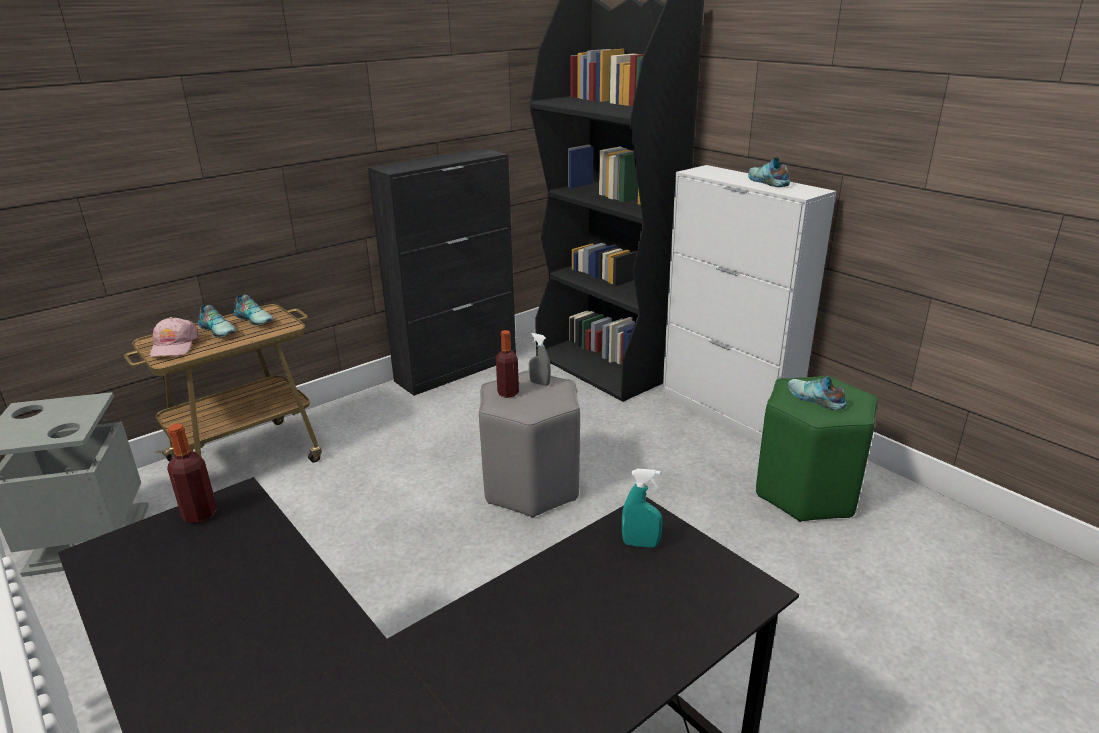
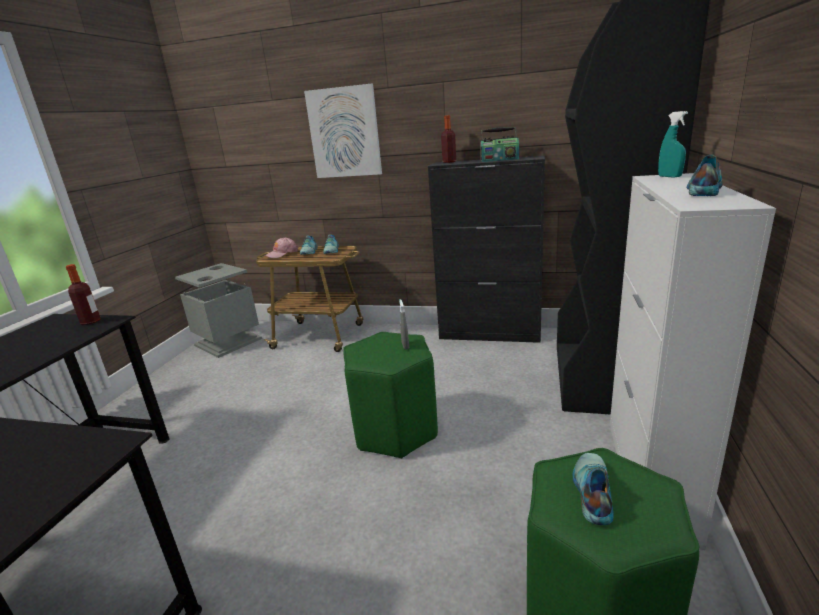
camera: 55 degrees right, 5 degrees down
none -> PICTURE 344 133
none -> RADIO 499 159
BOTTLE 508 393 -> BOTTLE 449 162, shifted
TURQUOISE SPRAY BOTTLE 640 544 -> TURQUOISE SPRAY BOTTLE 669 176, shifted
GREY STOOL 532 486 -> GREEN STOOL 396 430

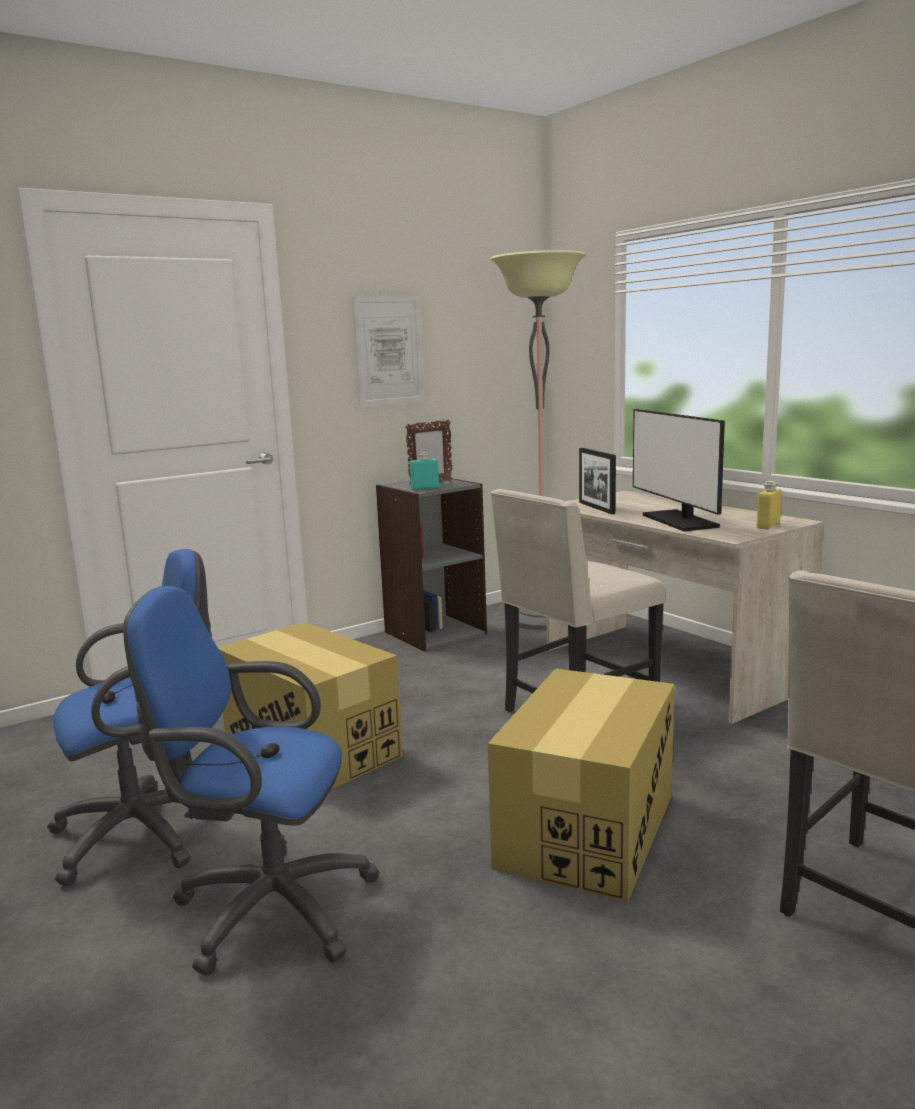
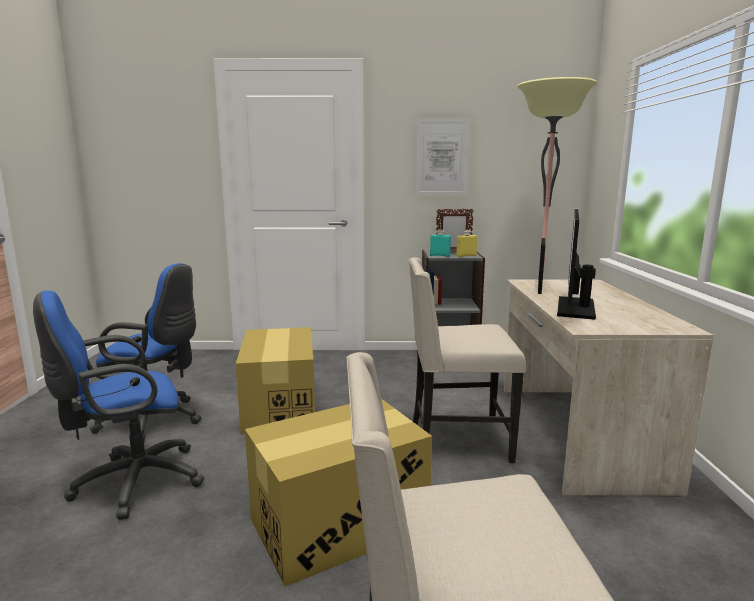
camera: 35 degrees right, 0 degrees up
YELLOW BOTTLE 768 526 -> YELLOW BOTTLE 466 256, shifted
BLUE OFFICE CHAIR 264 908 -> BLUE OFFICE CHAIR 131 483, 75 degrees counterclockwise

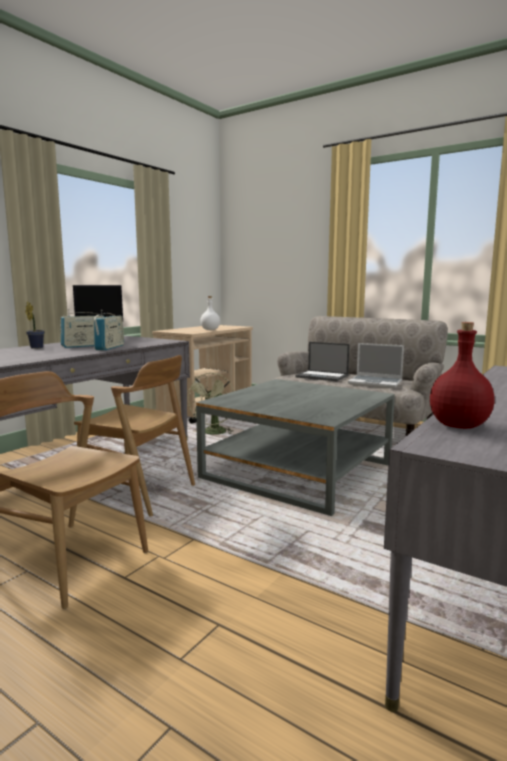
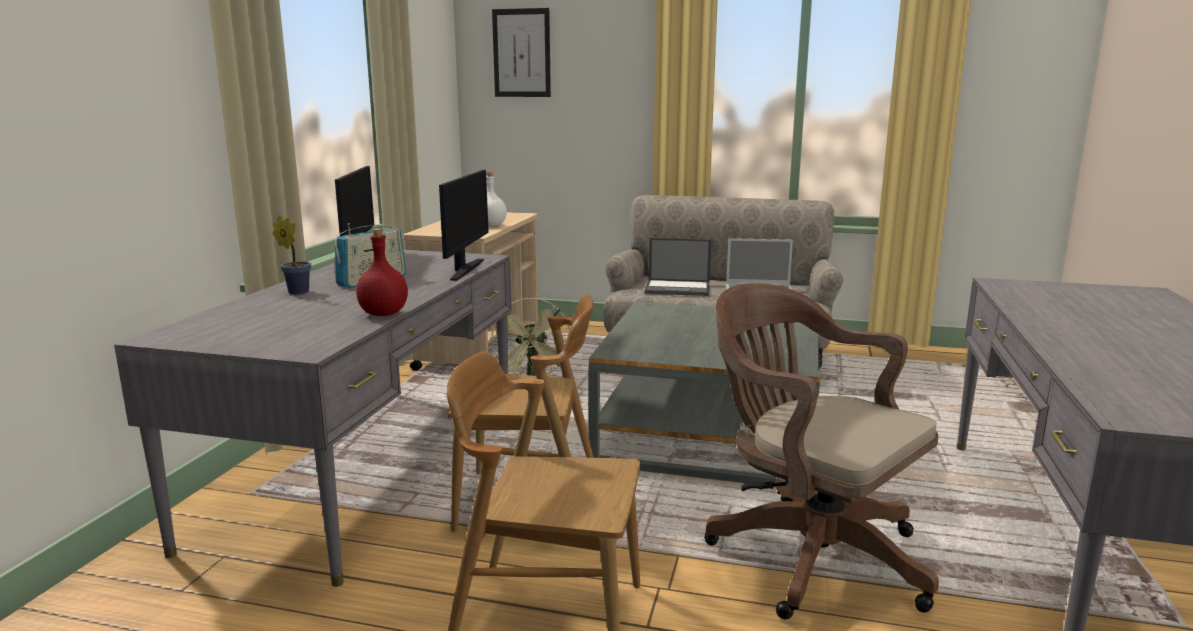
camera: 20 degrees left, 5 degrees up
RADIO 110 347 -> none
none -> MONITOR 465 269
none -> PICTURE 521 53
none -> BROWN OFFICE CHAIR 808 553
RED BOTTLE 458 426 -> RED BOTTLE 383 314, shifted

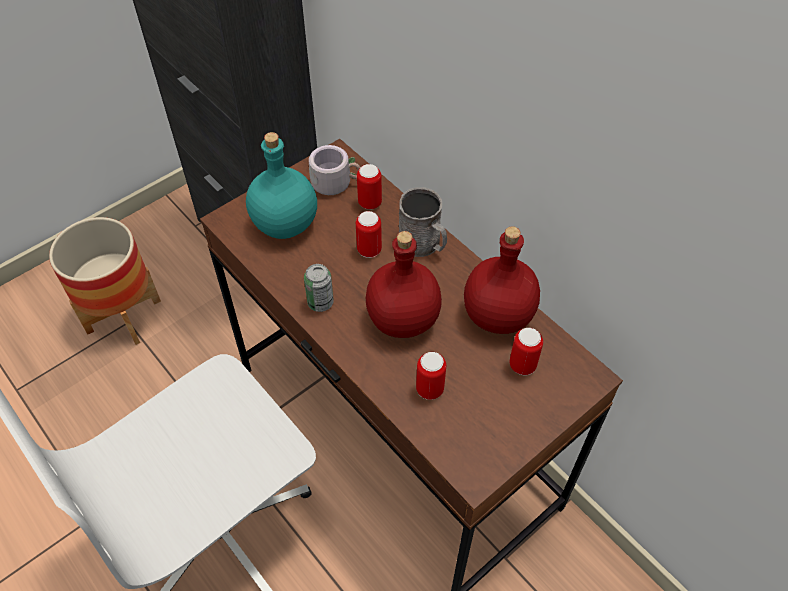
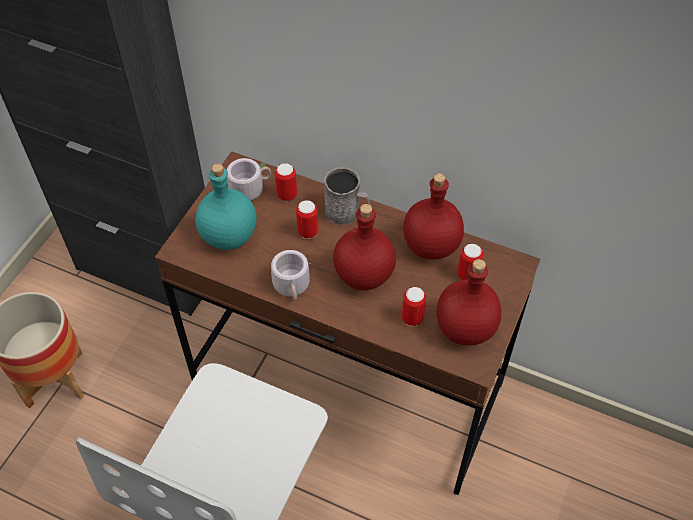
camera: 25 degrees left, 0 degrees up
none -> RED BOTTLE 466 328
CAN 320 302 -> GREY MUG 294 286

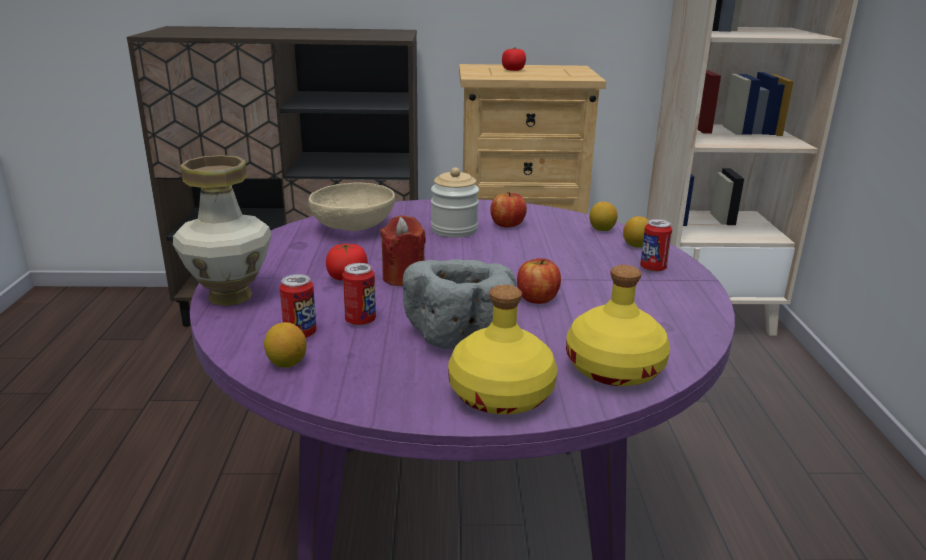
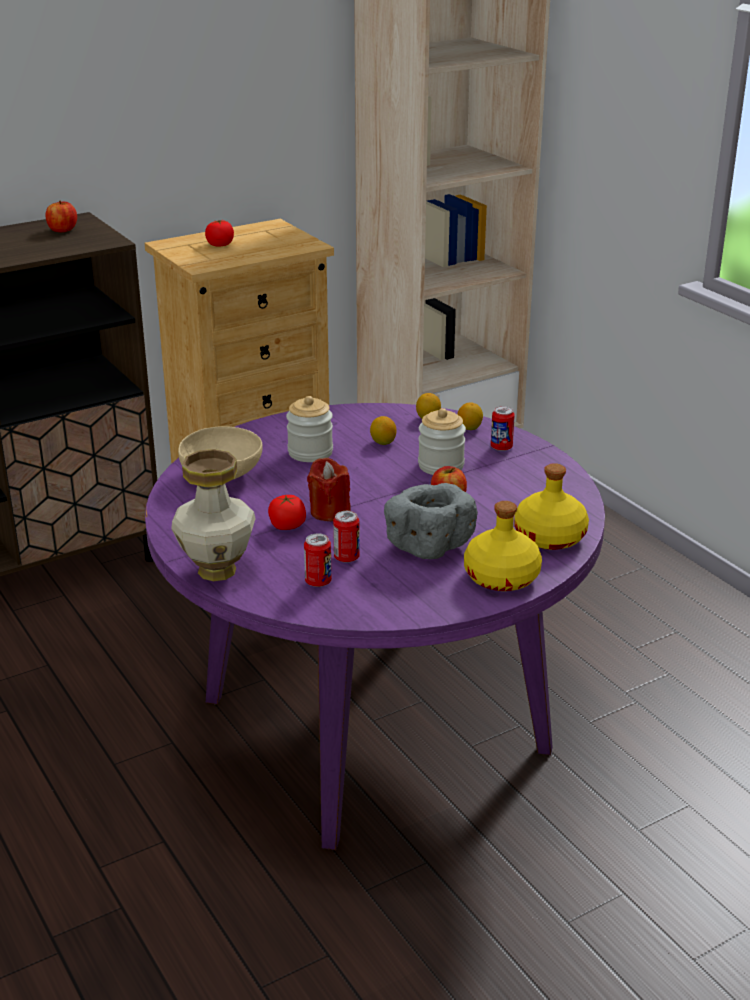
camera: 30 degrees left, 5 degrees up
none -> JAR 441 466
LEMON 286 363 -> LEMON 383 442, shifted
APPLE 507 224 -> APPLE 62 230, shifted

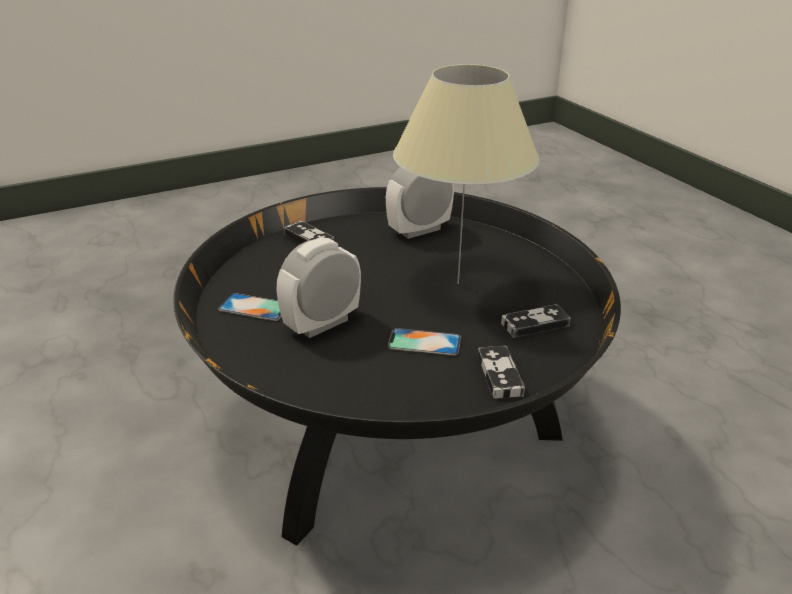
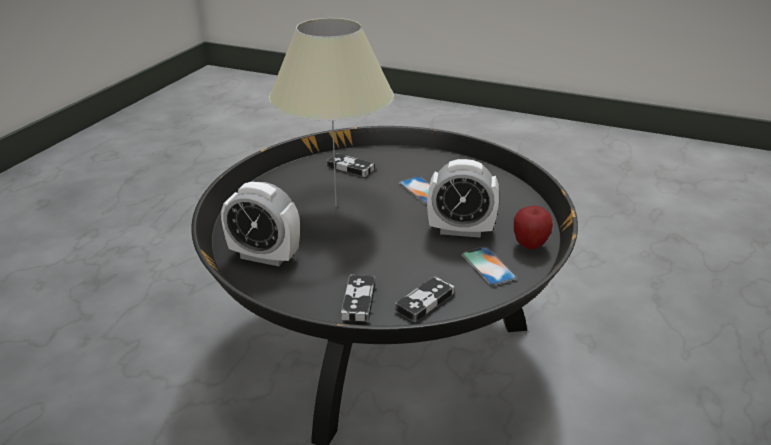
camera: 130 degrees left, 0 degrees up
none -> APPLE 529 245
GAME CONTROLLER 499 375 -> GAME CONTROLLER 425 301, shifted

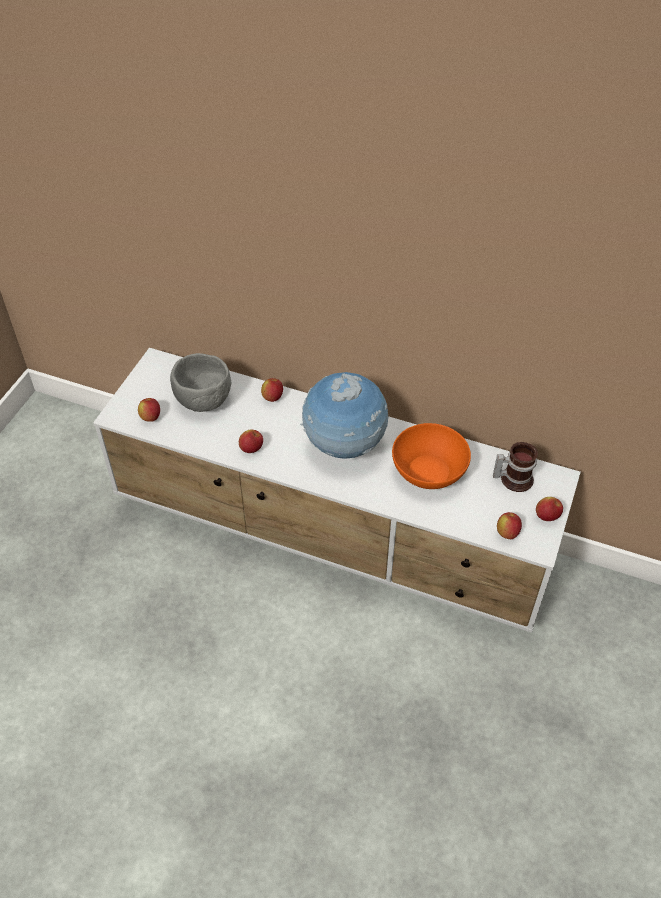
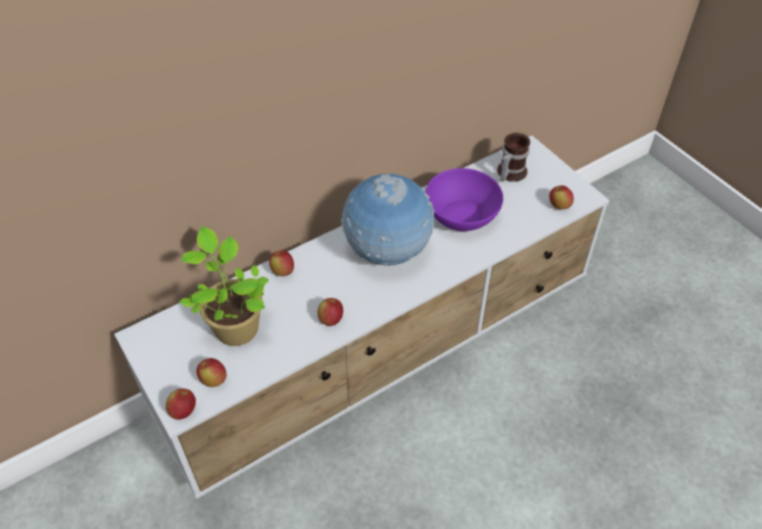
camera: 55 degrees left, 0 degrees up
APPLE 547 516 -> APPLE 183 411, shifted
GREY BOWL 203 401 -> POTTED PLANT 235 326
ORANGE BOWL 429 471 -> PURPLE BOWL 461 215

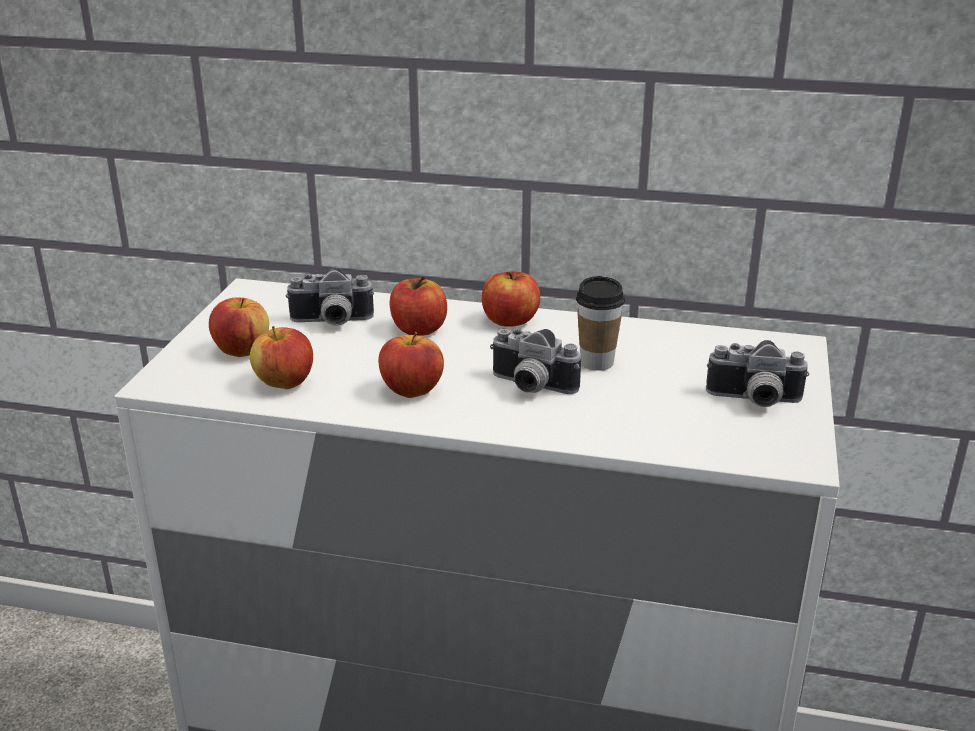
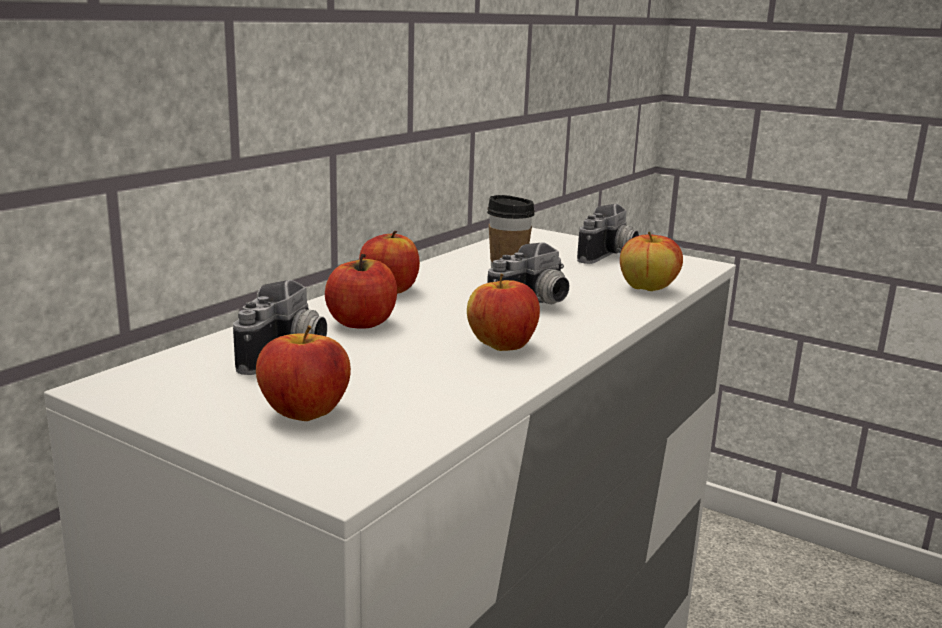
camera: 70 degrees left, 10 degrees down
APPLE 284 383 -> APPLE 648 289, shifted

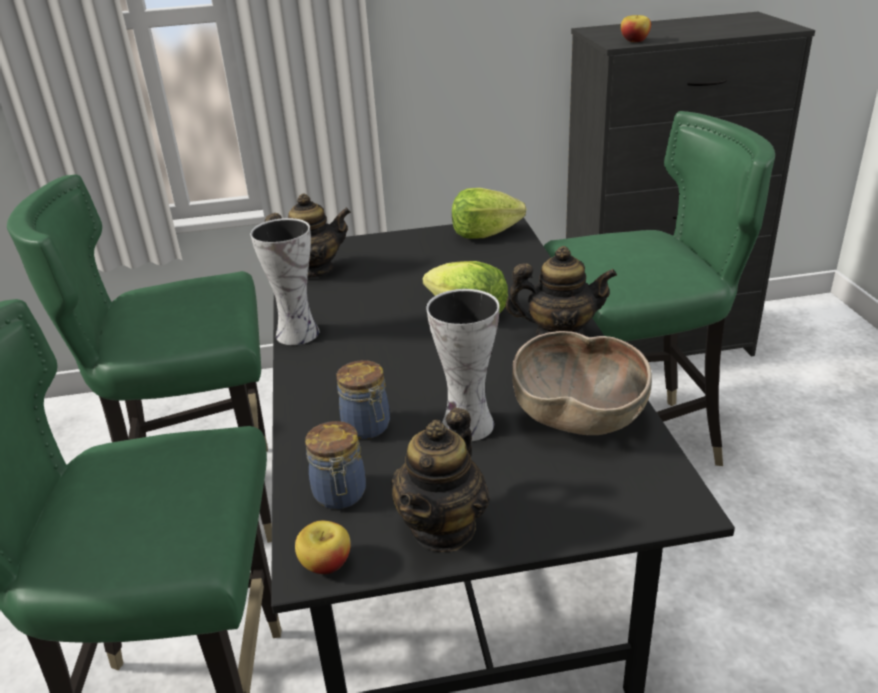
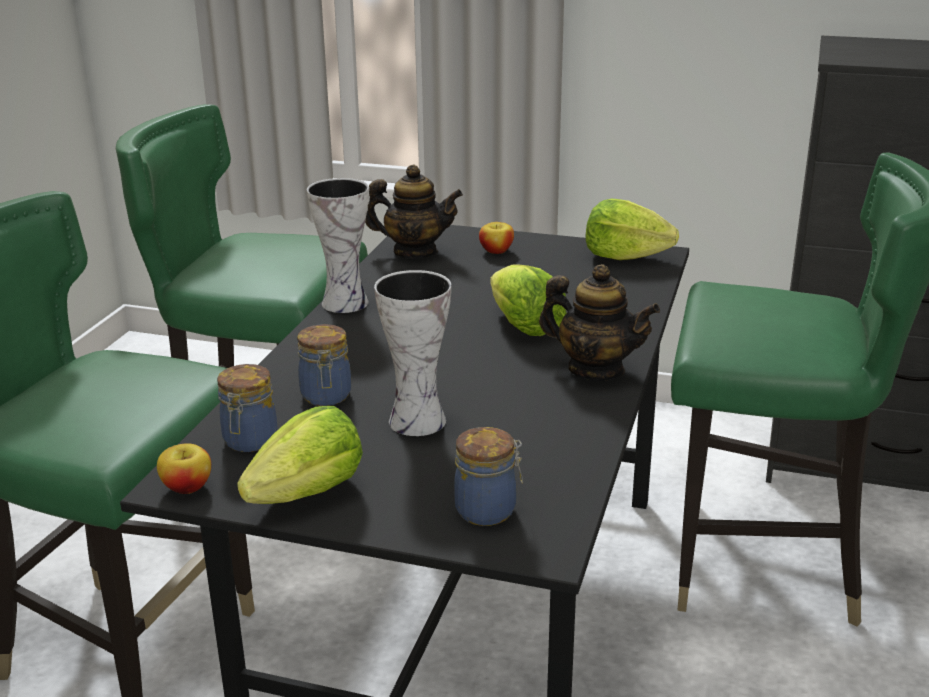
camera: 25 degrees right, 5 degrees down
BROWN BOWL 579 416 -> none
none -> JAR 488 510
APPLE 634 41 -> APPLE 496 251, shifted
TEAPOT 443 527 -> LETTUCE 308 493

